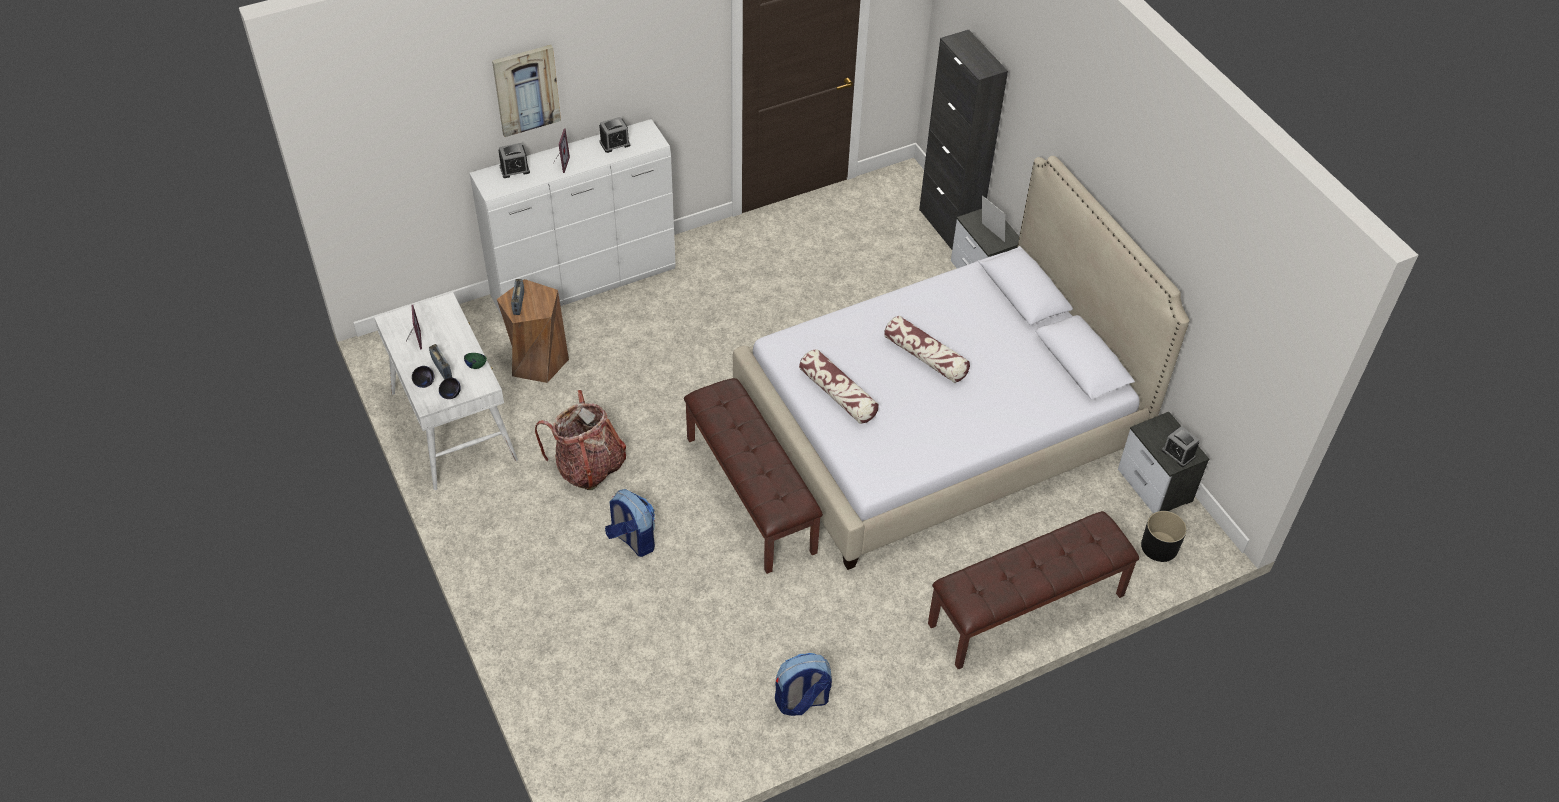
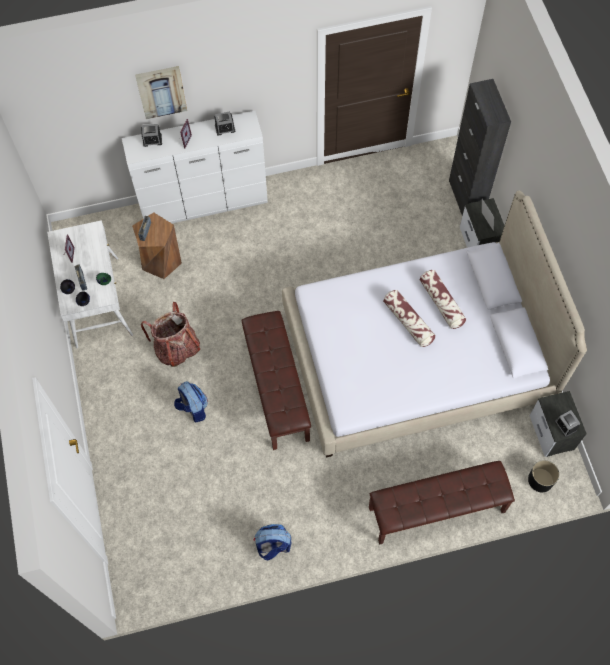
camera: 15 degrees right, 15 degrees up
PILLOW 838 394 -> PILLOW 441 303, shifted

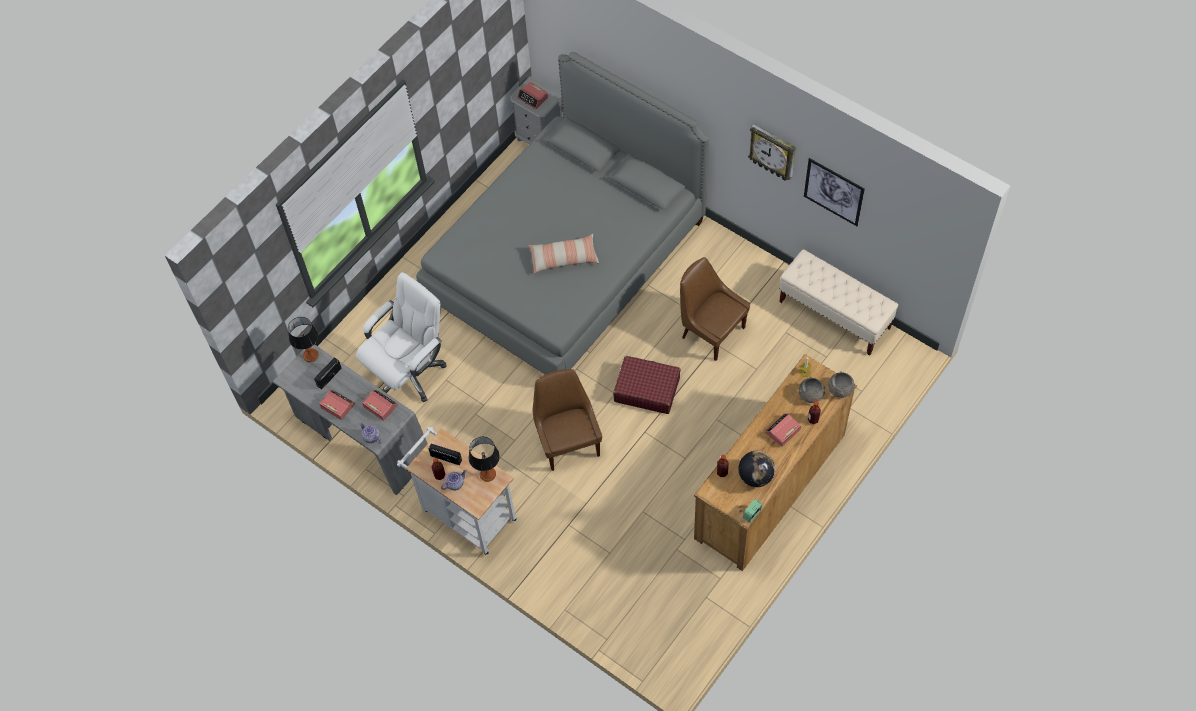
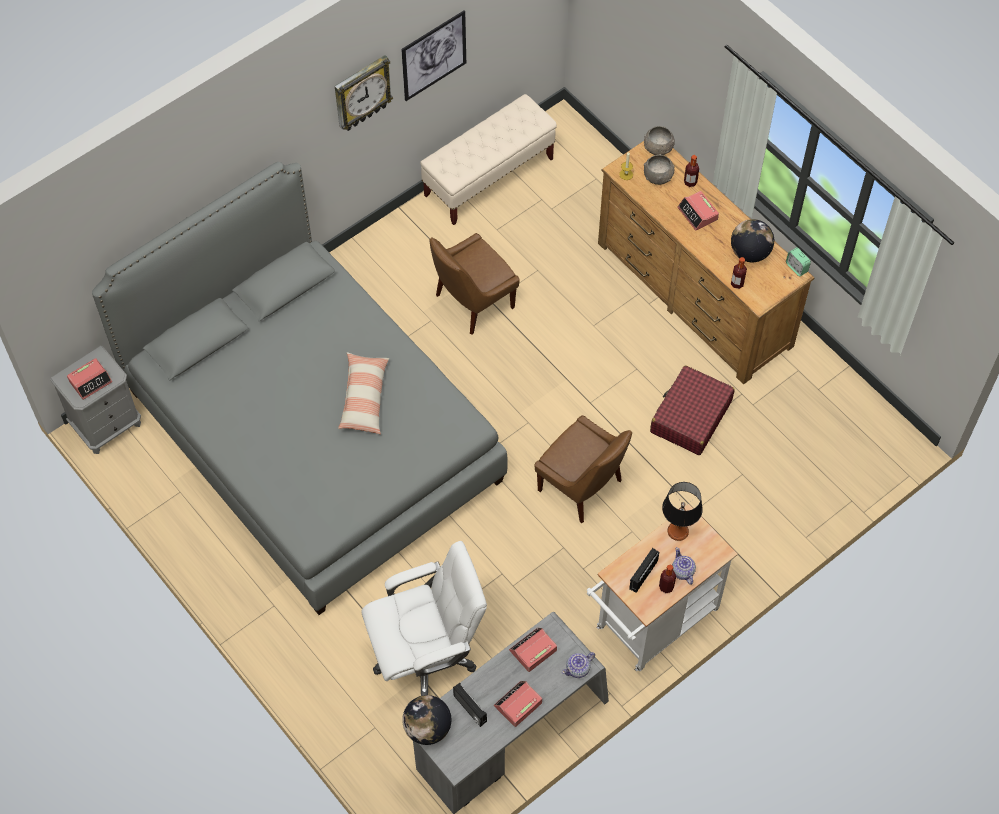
camera: 80 degrees left, 0 degrees up
RED SUITCASE 646 389 -> RED SUITCASE 690 417, shifted
TABLE LAMP 310 355 -> GLOBE 427 728
WHITE OFFICE CHAIR 409 372 -> WHITE OFFICE CHAIR 426 655, 105 degrees clockwise
BROWN CHAIR 568 442 -> BROWN CHAIR 582 487, 135 degrees counterclockwise

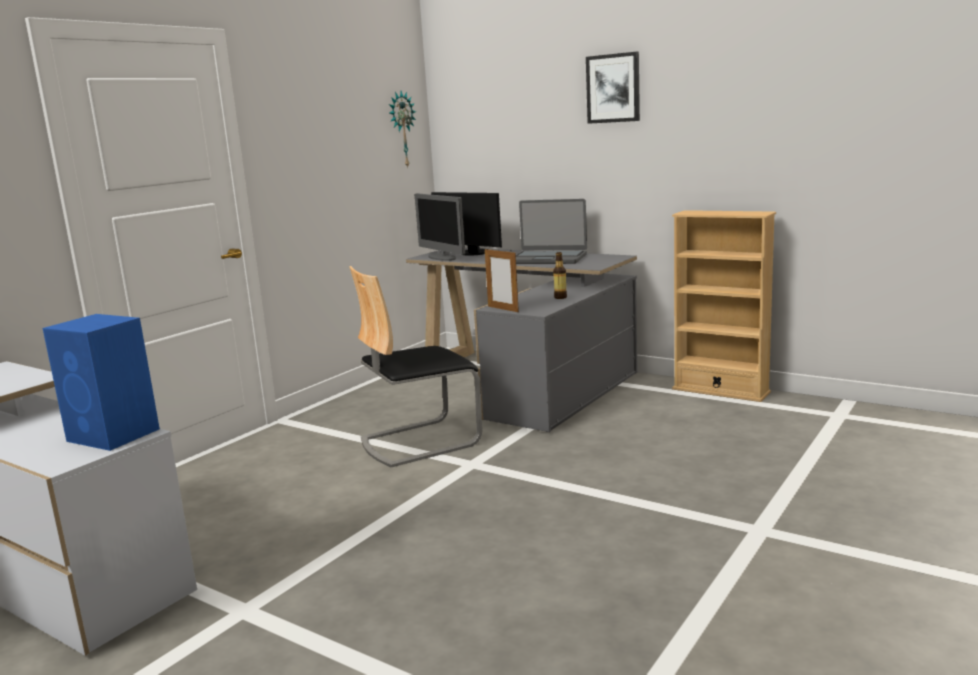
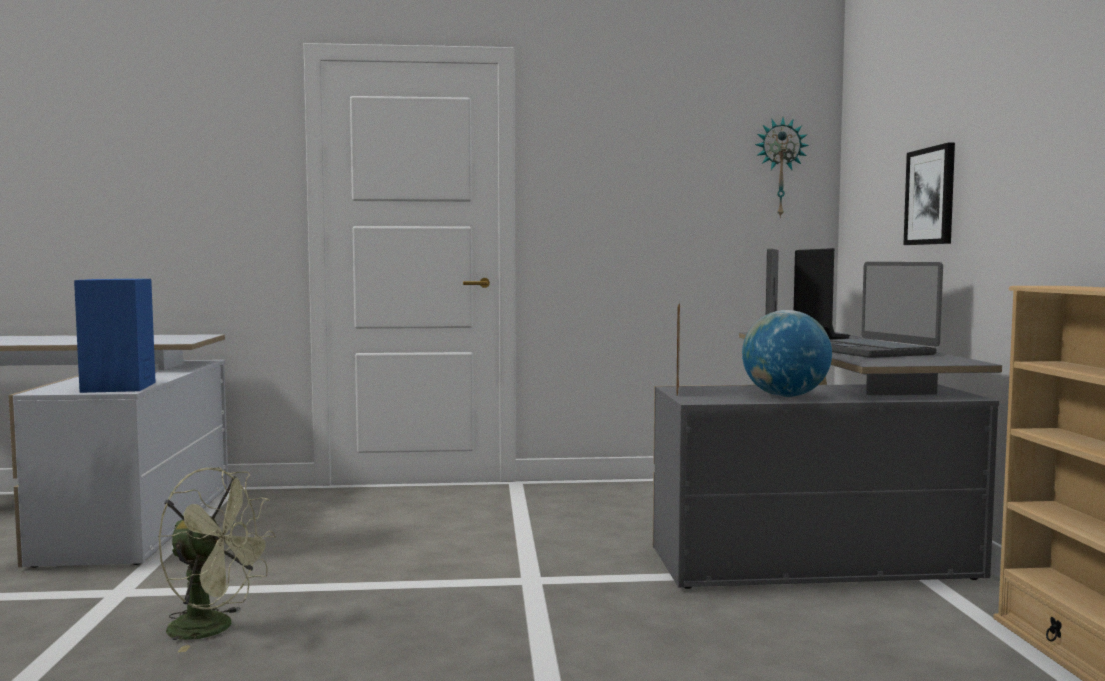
camera: 50 degrees right, 10 degrees down
CHAIR 419 441 -> none
none -> GREEN FAN 214 629
PICTURE 613 88 -> PICTURE 931 196, shifted
BOTTLE 560 297 -> GLOBE 785 396

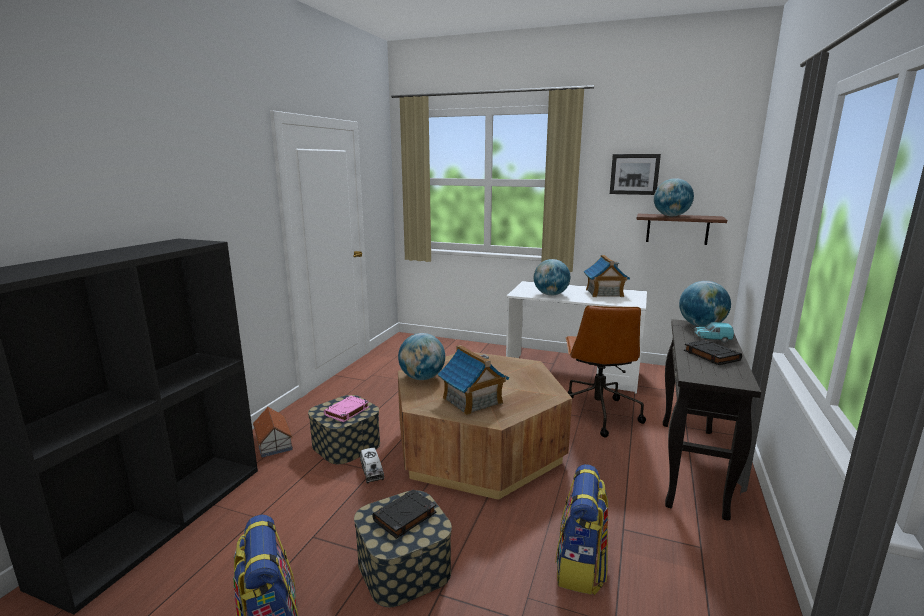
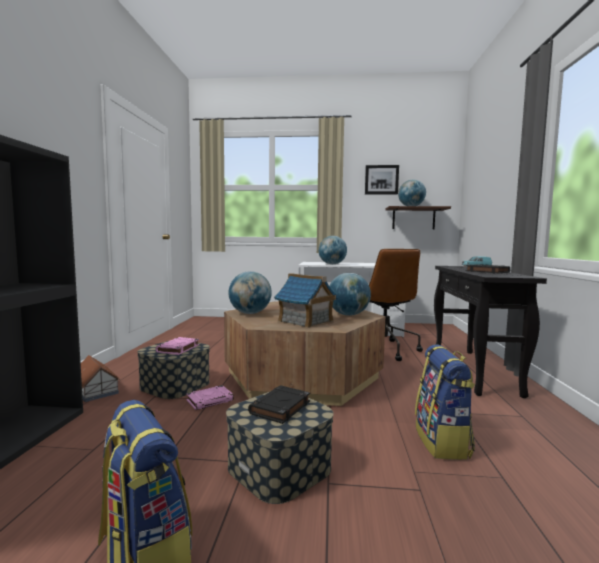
camera: 15 degrees left, 10 degrees down
TOY HOUSE 604 293 -> none
GLOBE 701 326 -> GLOBE 348 315, shifted
TOY TRUCK 372 471 -> PINK BOOK 210 400

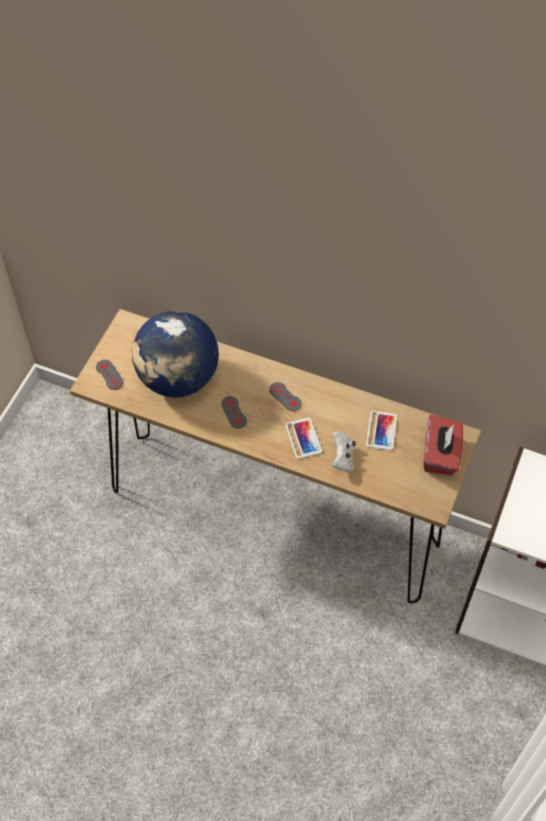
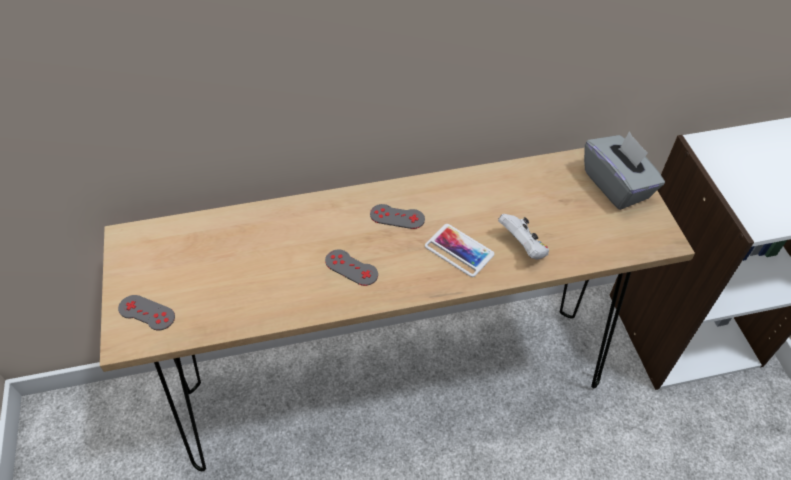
camera: 35 degrees left, 5 degrees down
GLOBE 178 379 -> none
PHONE 381 430 -> none
RED TISSUE BOX 440 455 -> GREY TISSUE BOX 616 185

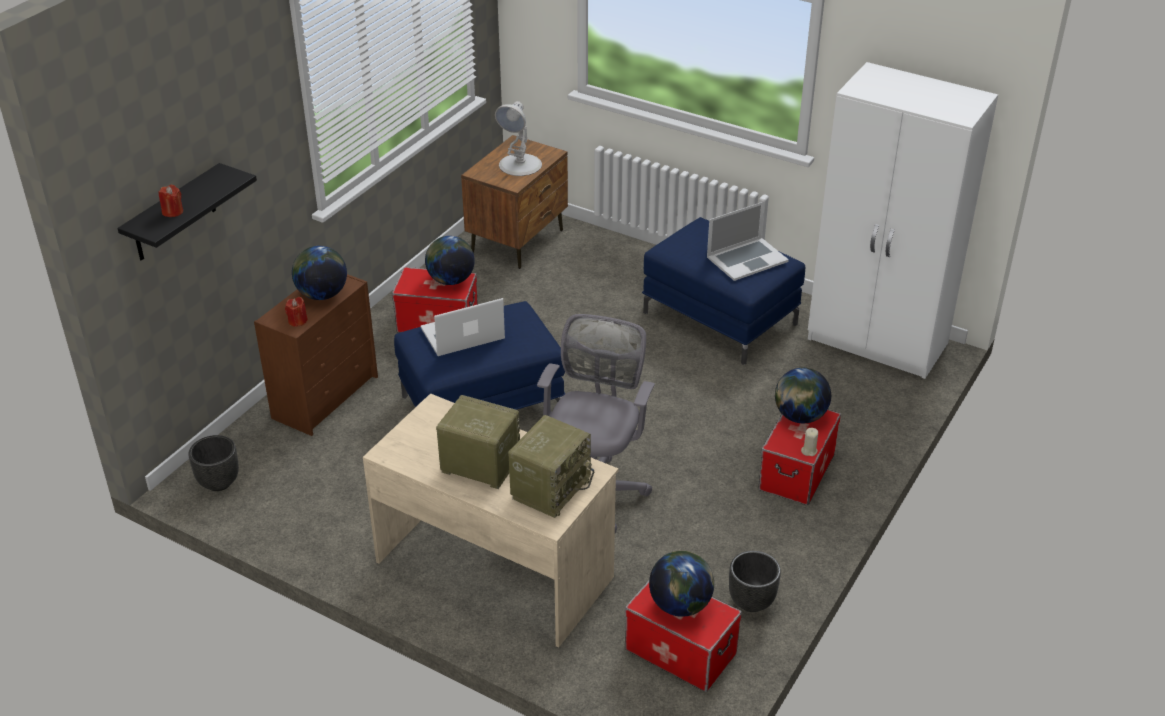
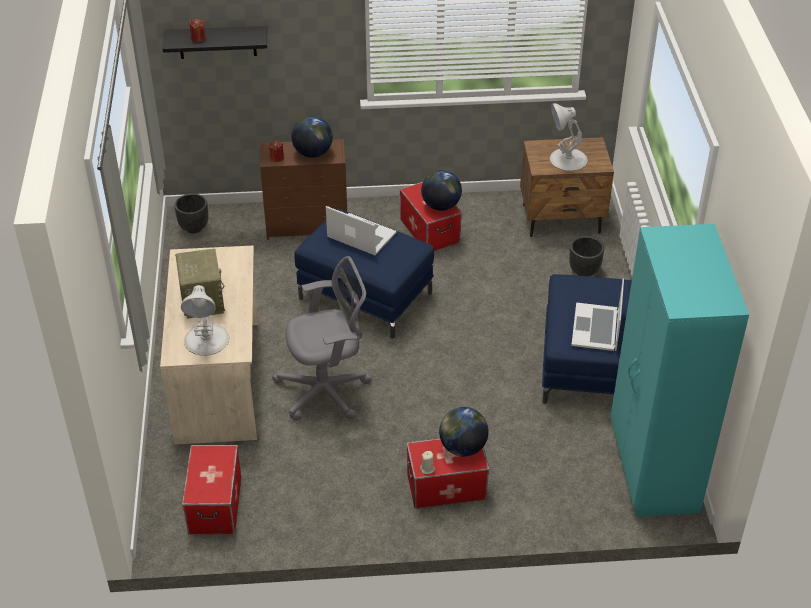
camera: 55 degrees right, 5 degrees up
GLOBE 680 605 -> none
BLACK PLANTER 752 602 -> BLACK PLANTER 584 271, shifted
RADIO 550 488 -> WHITE TABLE LAMP 206 340
WHITE WARDROBE 878 343 -> TURQUOISE WARDROBE 652 468
LAPTOP 746 259 -> LAPTOP 596 327, 75 degrees clockwise

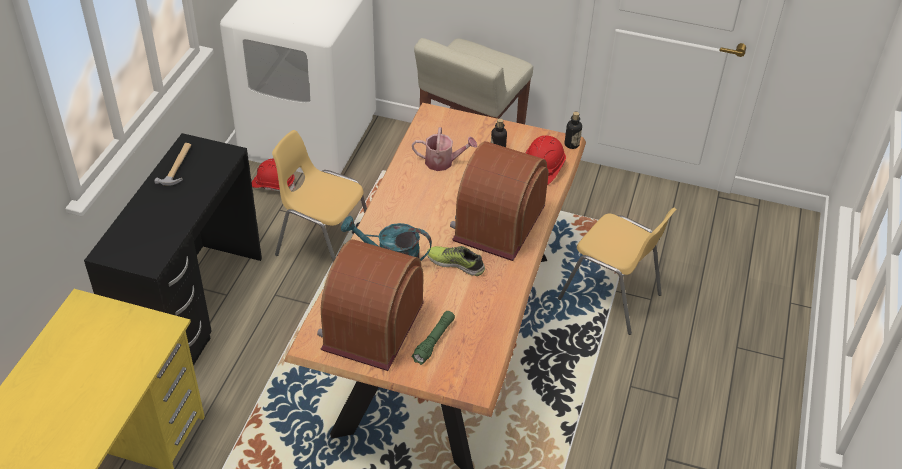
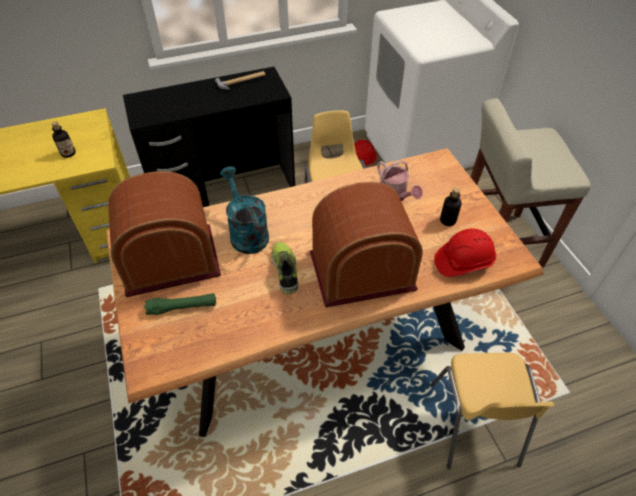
camera: 55 degrees right, 5 degrees up
BOTTLE 571 144 -> BOTTLE 68 153, shifted

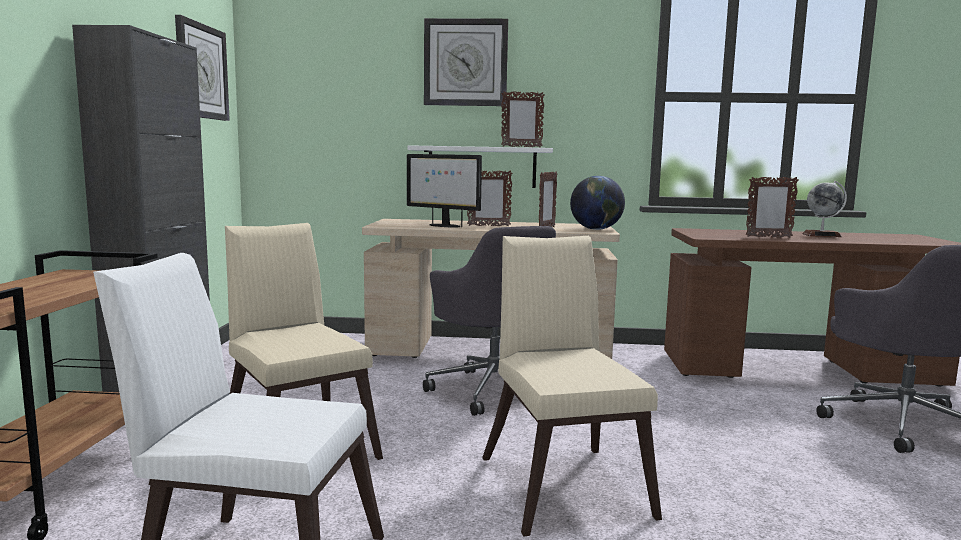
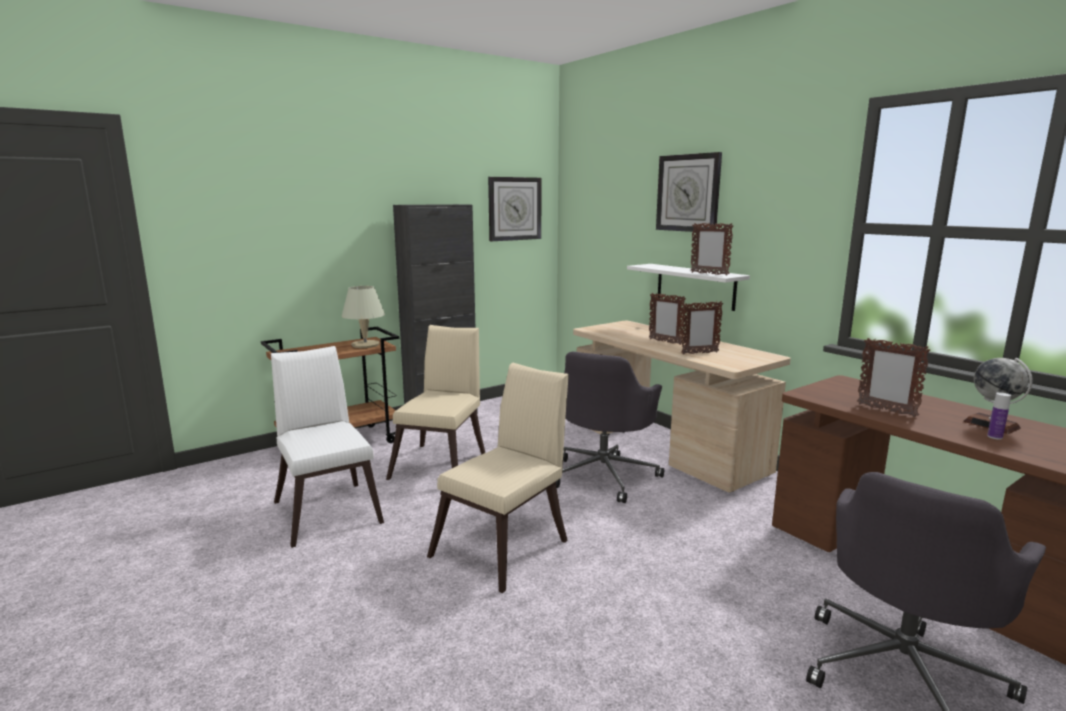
camera: 50 degrees right, 5 degrees up
MONITOR 443 226 -> none
GLOBE 596 229 -> none
none -> BEIGE TABLE LAMP 365 345
none -> BOTTLE 994 437

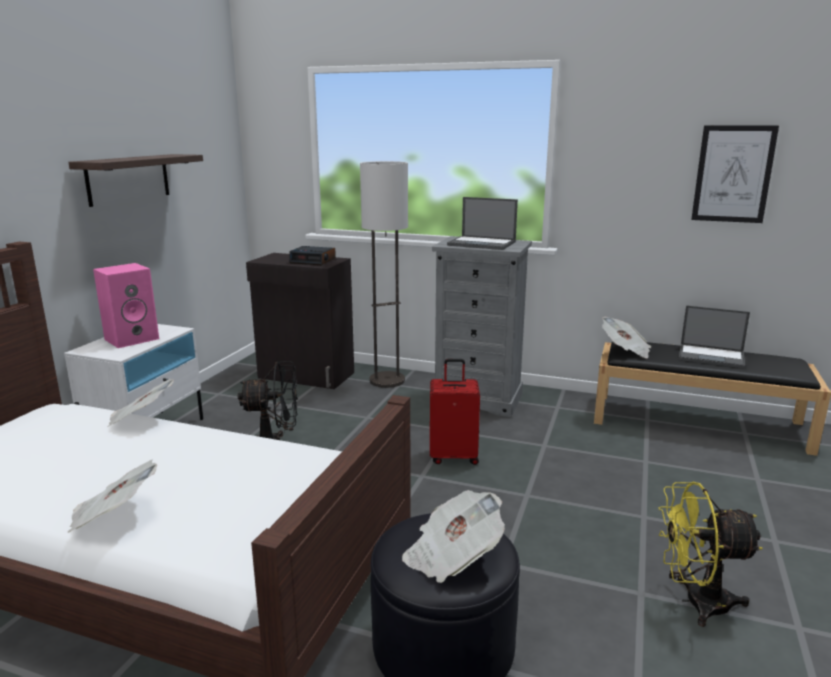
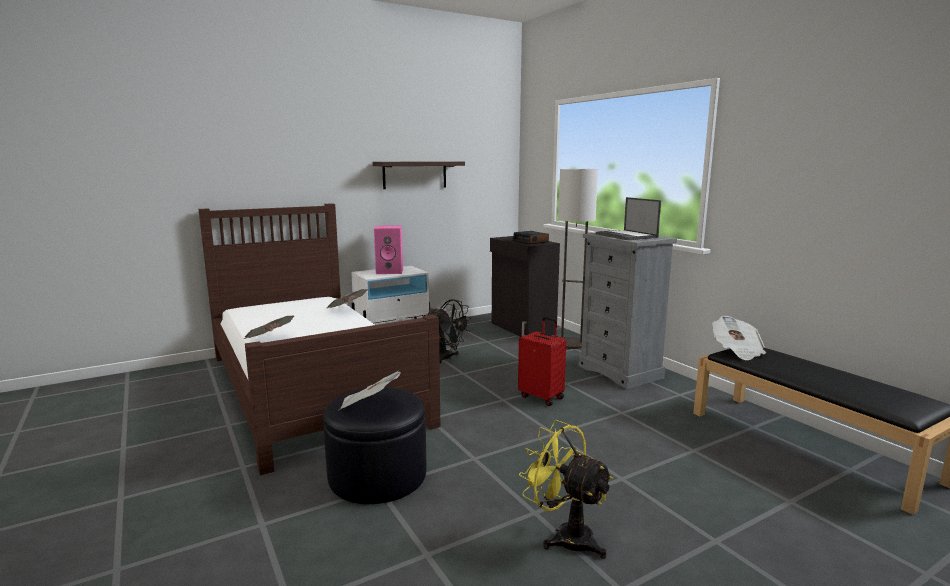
camera: 40 degrees right, 5 degrees down
LAPTOP 712 356 -> none
PICTURE 733 174 -> none

